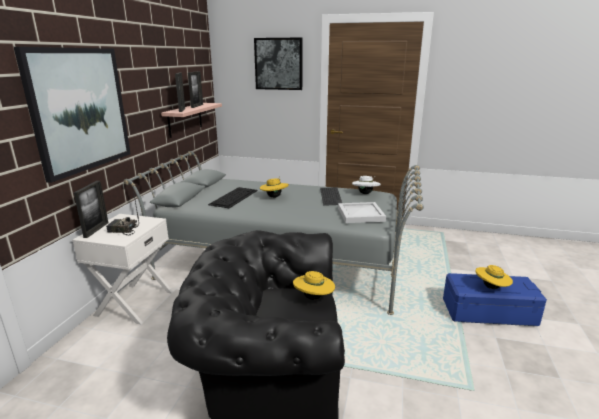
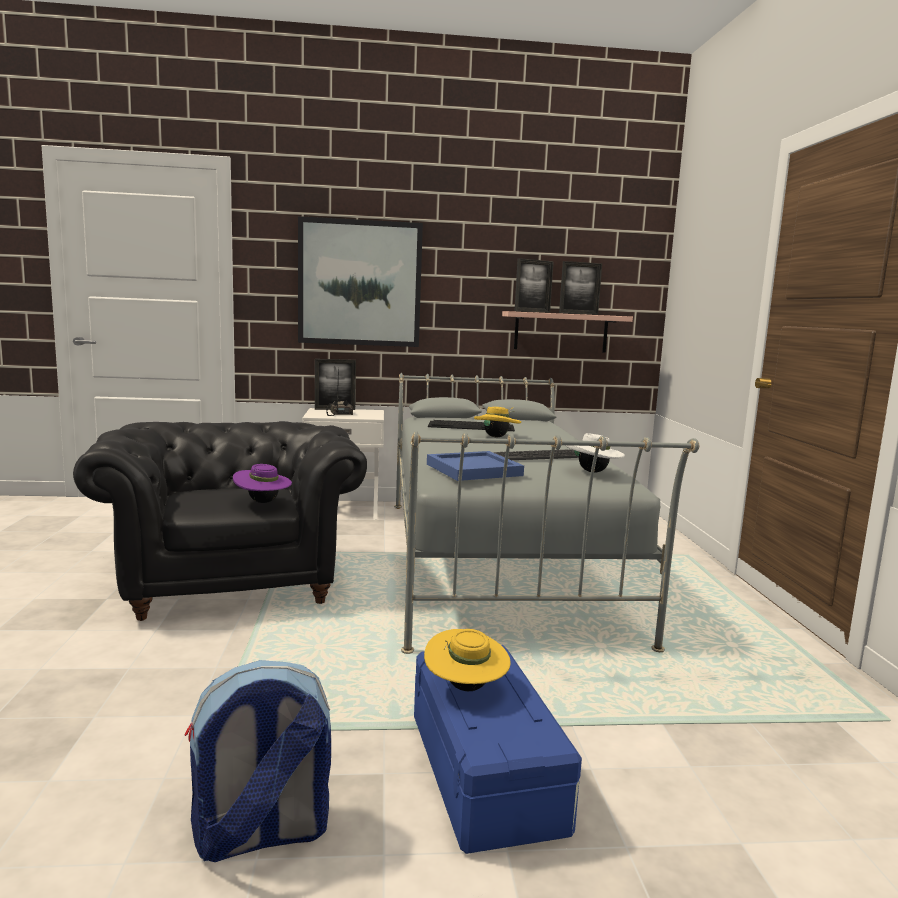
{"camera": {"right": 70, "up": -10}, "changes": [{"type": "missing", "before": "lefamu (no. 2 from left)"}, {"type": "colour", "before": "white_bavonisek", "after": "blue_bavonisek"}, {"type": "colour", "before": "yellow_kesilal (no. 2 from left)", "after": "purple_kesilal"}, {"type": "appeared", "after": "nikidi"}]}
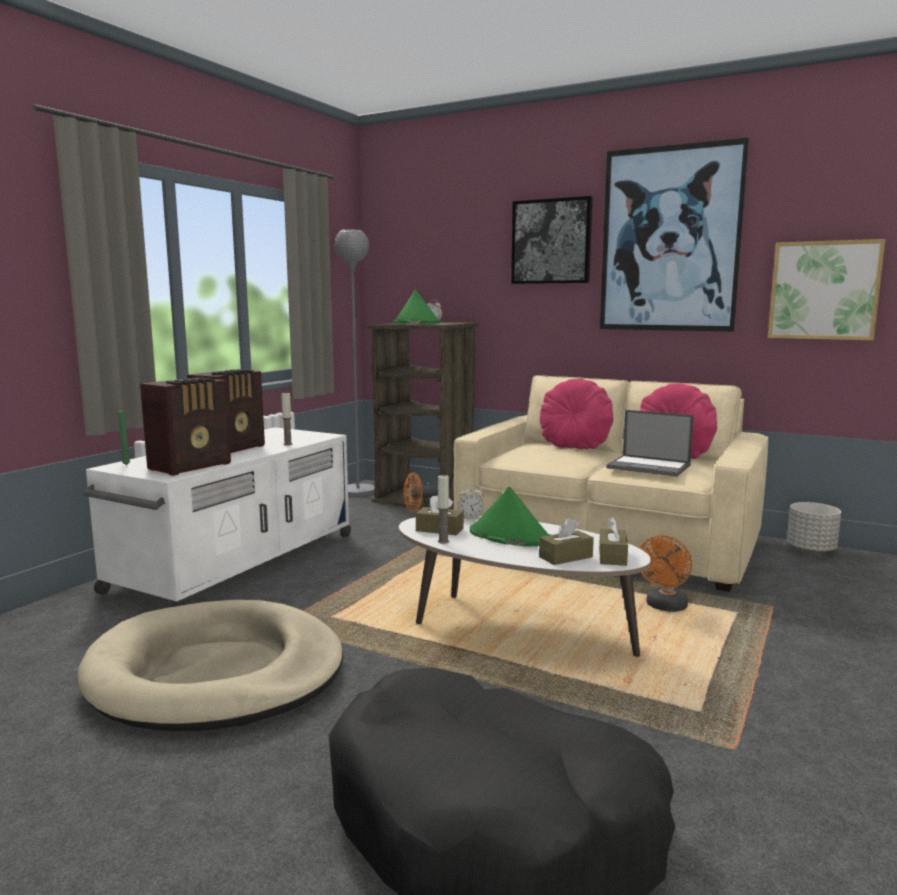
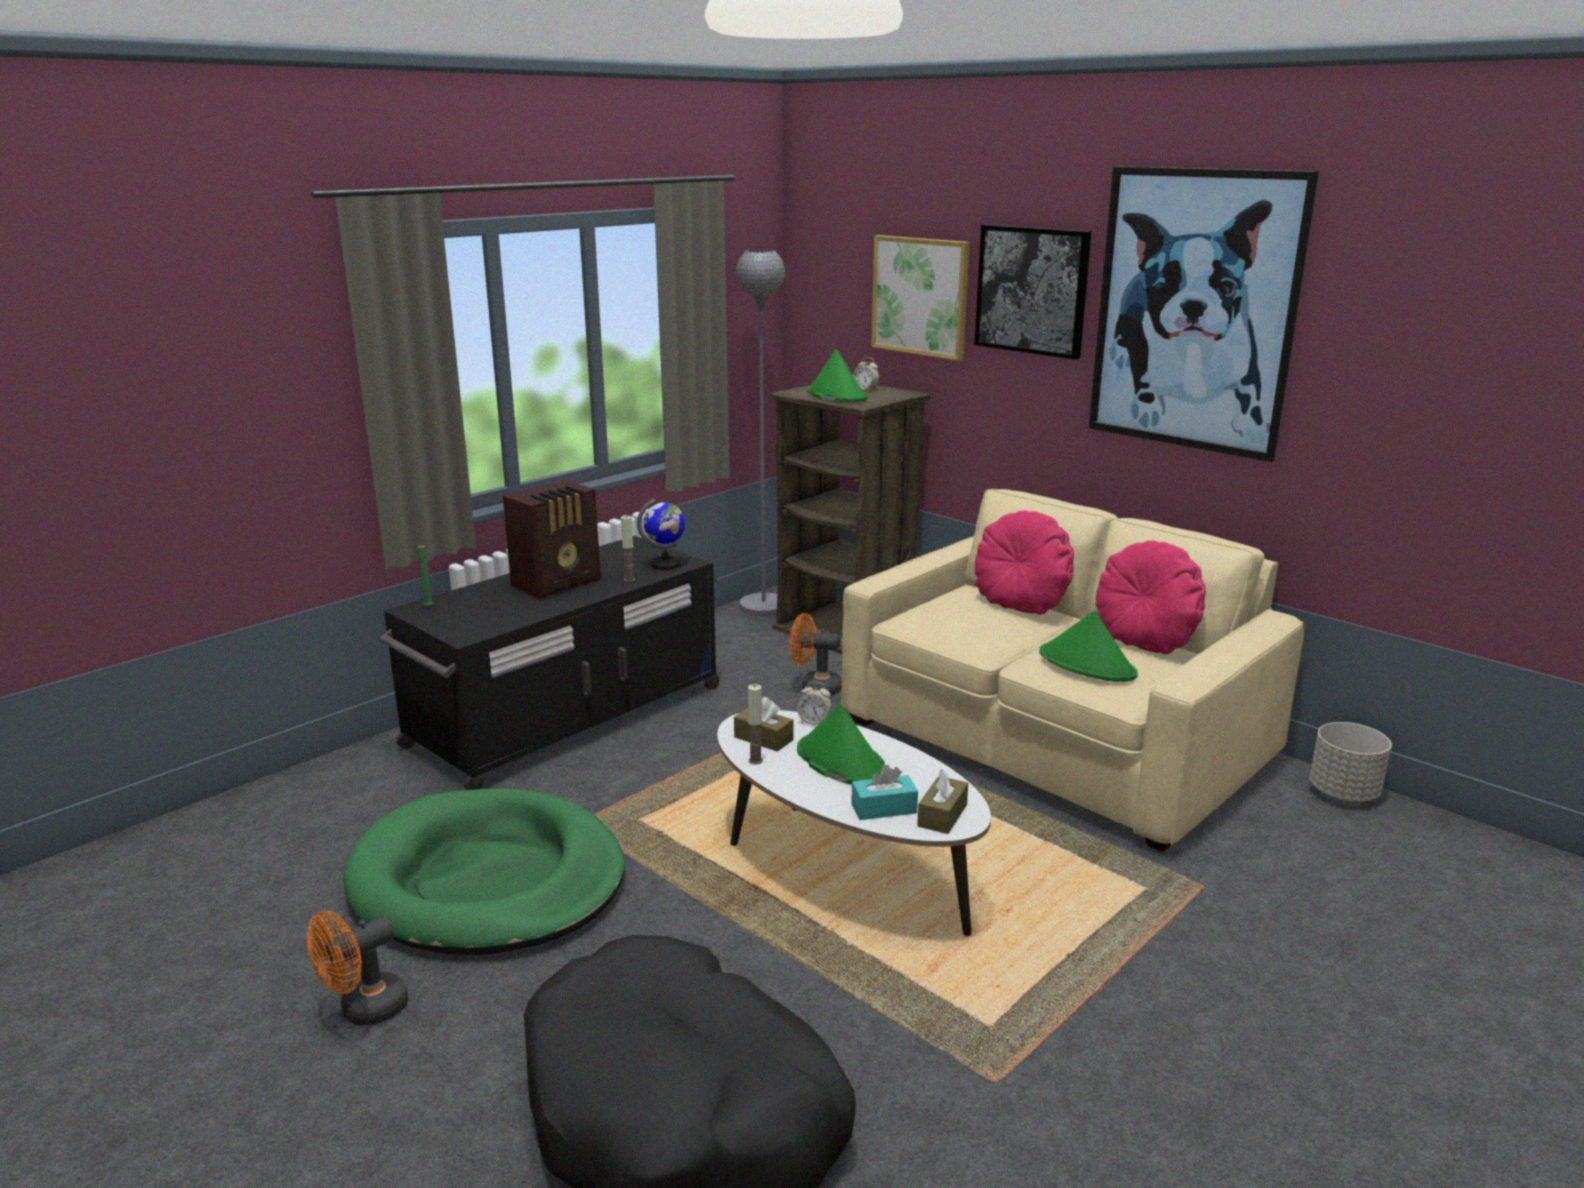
{"camera": {"right": 15, "up": 10}, "changes": [{"type": "relocated", "before": "lefamu (no. 3 from left in the first image)", "after": "lefamu (no. 1 from left)"}, {"type": "missing", "before": "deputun (no. 1 from left)"}, {"type": "exchanged", "before": "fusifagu", "after": "green_kesilal (no. 3 from left)"}, {"type": "colour", "before": "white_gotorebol", "after": "black_gotorebol"}, {"type": "colour", "before": "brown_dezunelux (no. 2 from left)", "after": "turquoise_dezunelux"}, {"type": "relocated", "before": "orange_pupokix (no. 2 from left in the first image)", "after": "orange_pupokix (no. 1 from left)"}, {"type": "colour", "before": "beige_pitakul", "after": "green_pitakul"}, {"type": "appeared", "after": "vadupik"}]}
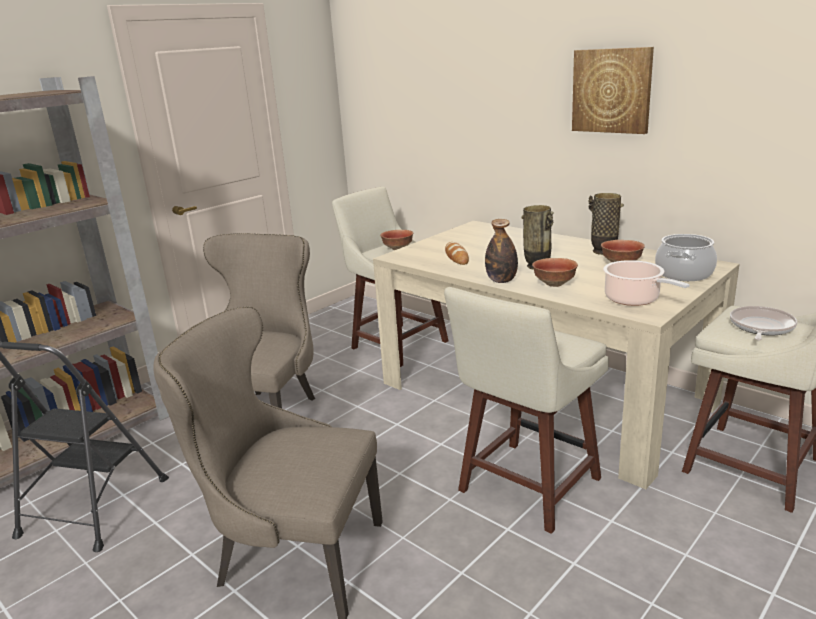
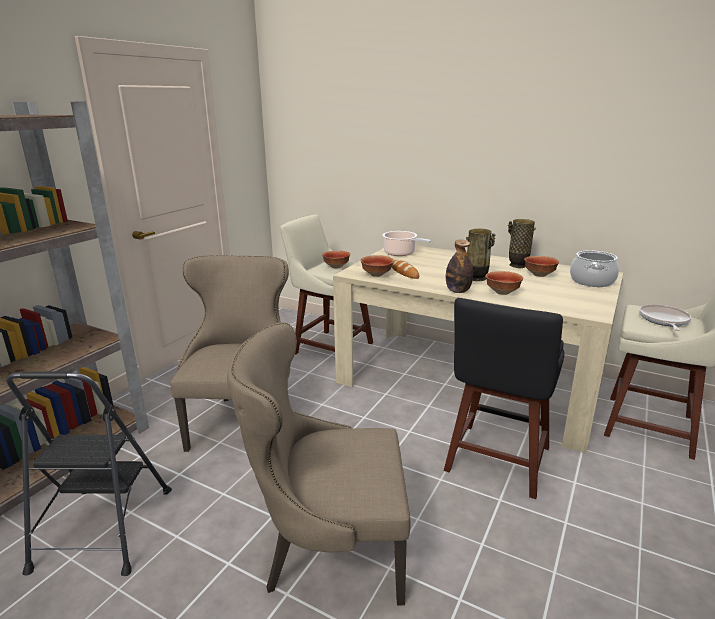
{"camera": {"right": -15, "up": 0}, "changes": [{"type": "missing", "before": "lefamu"}, {"type": "relocated", "before": "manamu (no. 1 from left)"}, {"type": "colour", "before": "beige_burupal (no. 2 from left)", "after": "black_burupal"}, {"type": "appeared", "after": "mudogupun (no. 2 from left)"}]}
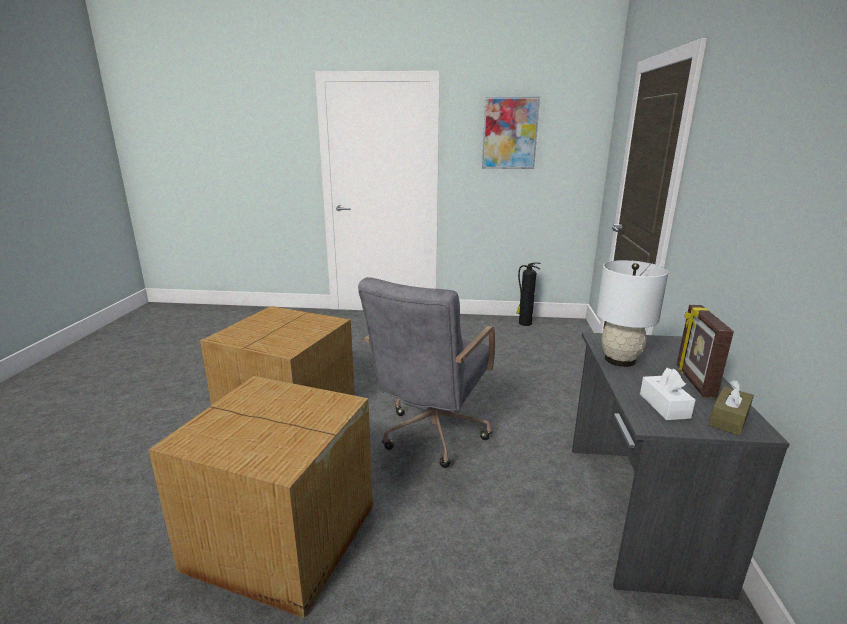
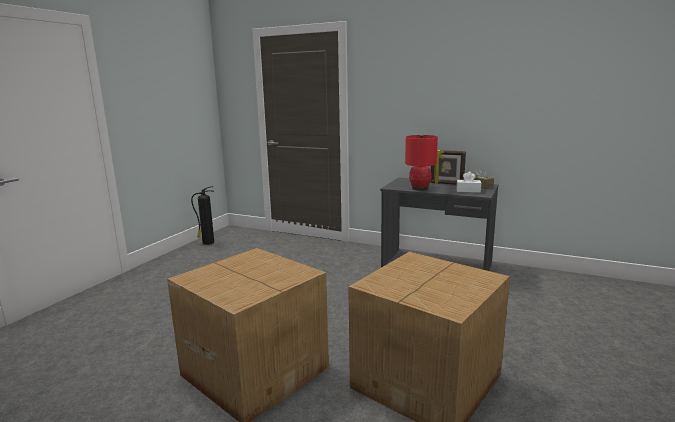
{"camera": {"right": -70, "up": -5}, "changes": [{"type": "missing", "before": "lefamu"}, {"type": "colour", "before": "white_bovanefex", "after": "red_bovanefex"}, {"type": "missing", "before": "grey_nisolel"}]}
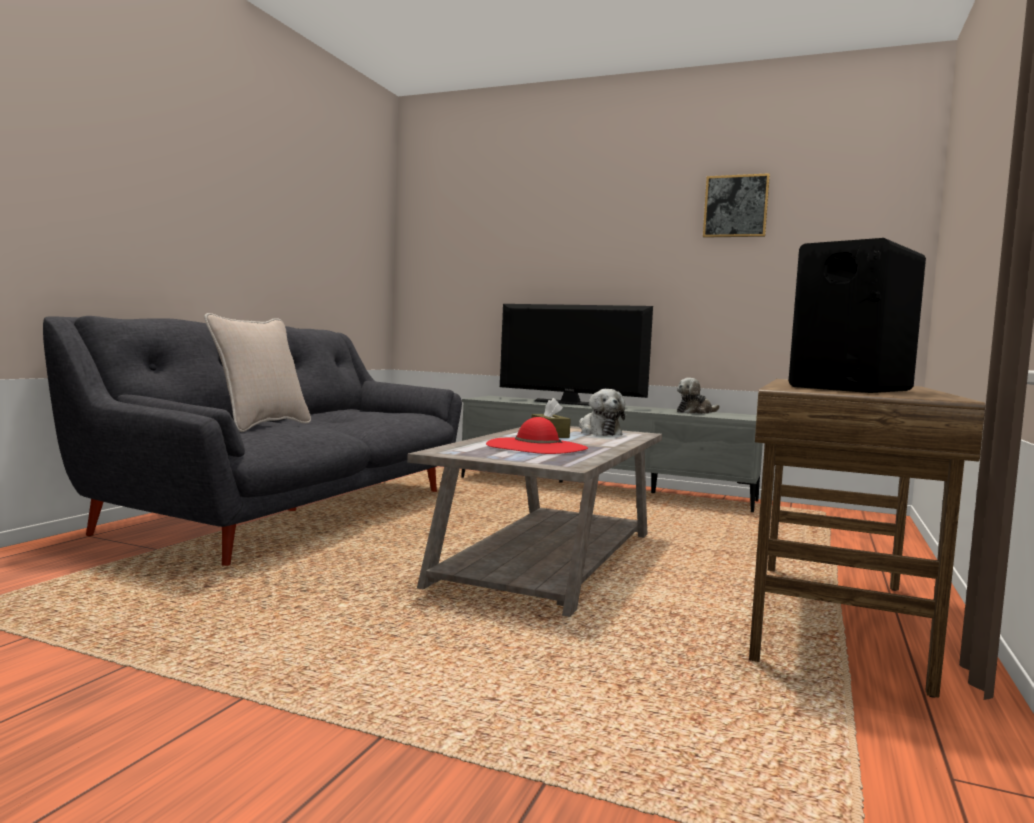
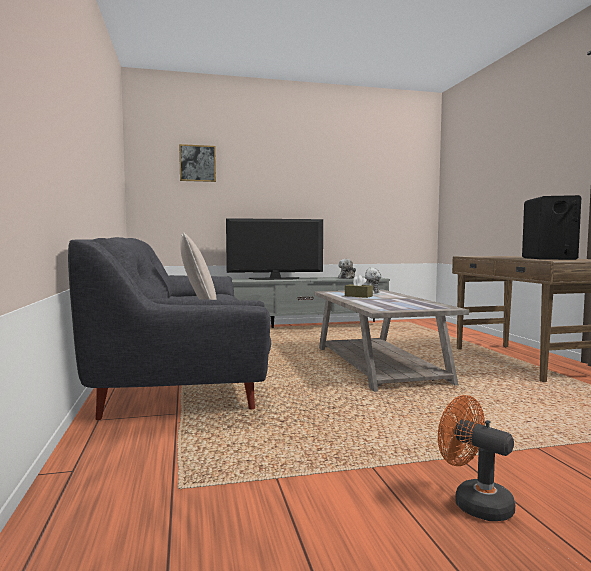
{"camera": {"right": -35, "up": 0}, "changes": [{"type": "relocated", "before": "lefamu"}, {"type": "missing", "before": "red_kesilal"}, {"type": "appeared", "after": "orange_pupokix"}]}
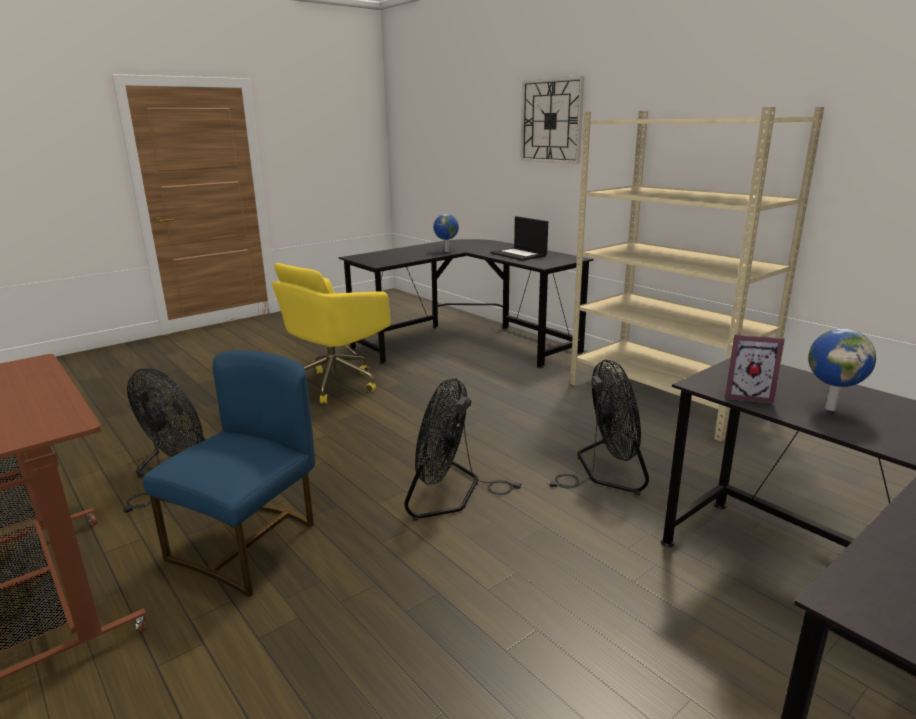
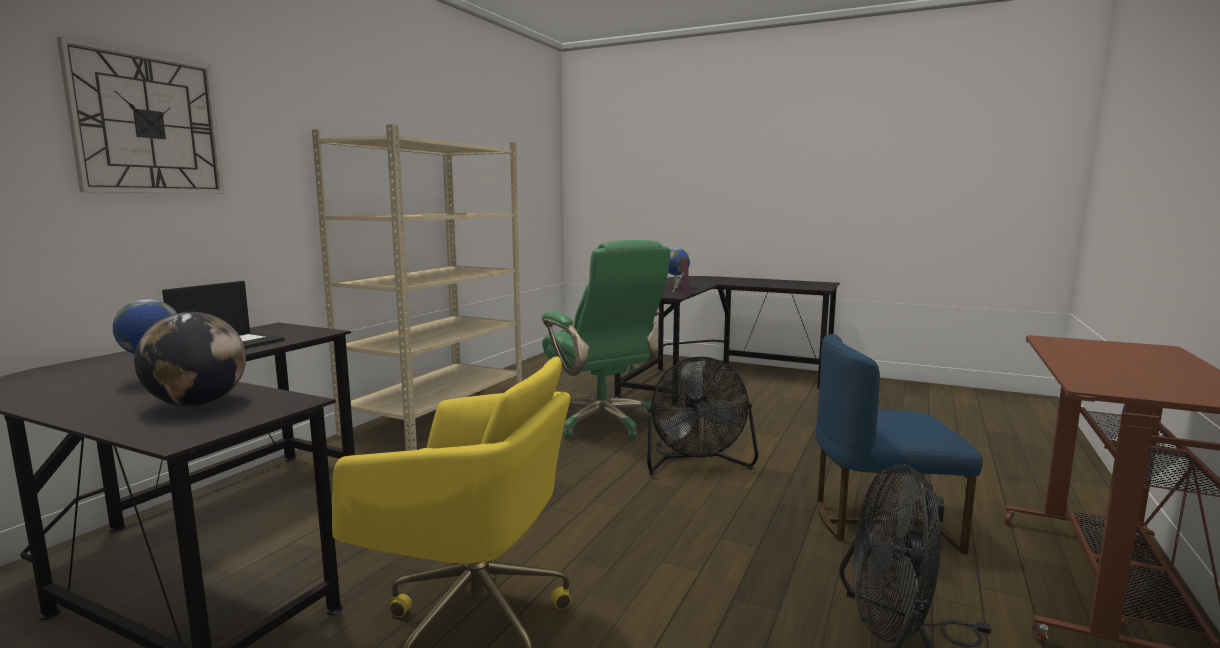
{"camera": {"right": -115, "up": -10}, "changes": [{"type": "exchanged", "before": "black_pupokix (no. 3 from left)", "after": "green_nisolel"}, {"type": "appeared", "after": "vadupik (no. 2 from left)"}]}
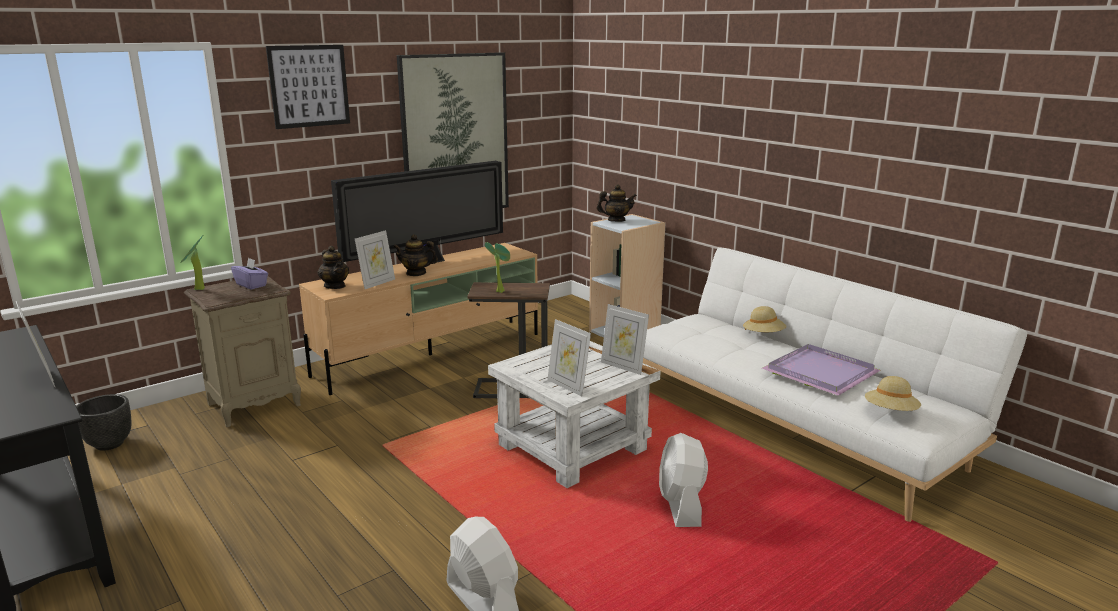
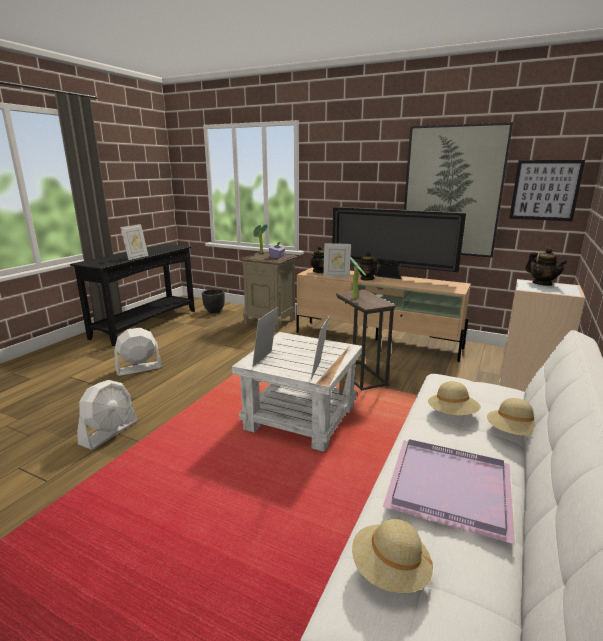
{"camera": {"right": 65, "up": 0}, "changes": [{"type": "relocated", "before": "lefamu (no. 1 from left in the first image)", "after": "lefamu (no. 2 from left)"}, {"type": "relocated", "before": "white_pupokix (no. 2 from left)"}, {"type": "appeared", "after": "beige_kesilal (no. 2 from left)"}]}
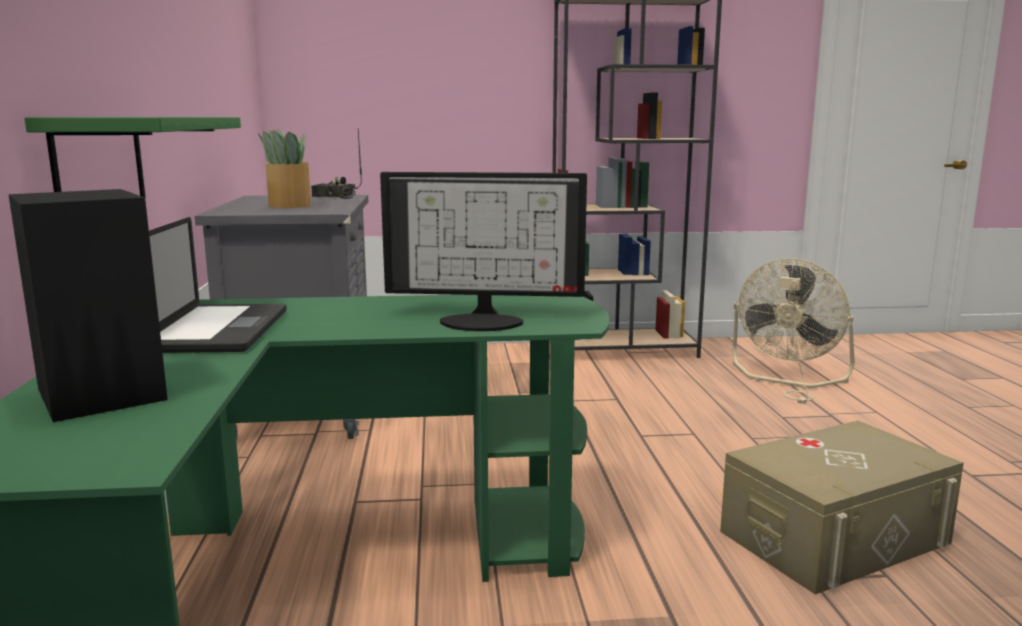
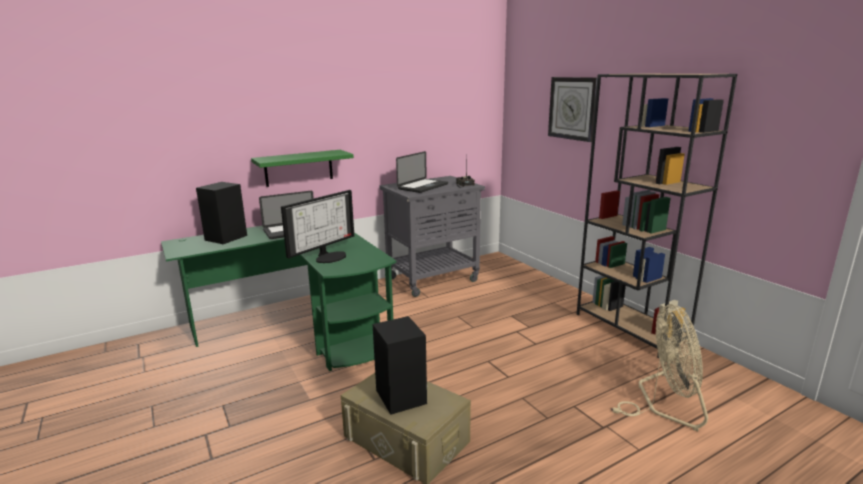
{"camera": {"right": 65, "up": 5}, "changes": [{"type": "exchanged", "before": "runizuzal", "after": "fusifagu (no. 2 from left)"}, {"type": "spun", "before": "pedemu", "turn": -120}, {"type": "appeared", "after": "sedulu"}, {"type": "appeared", "after": "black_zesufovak (no. 2 from left)"}]}
